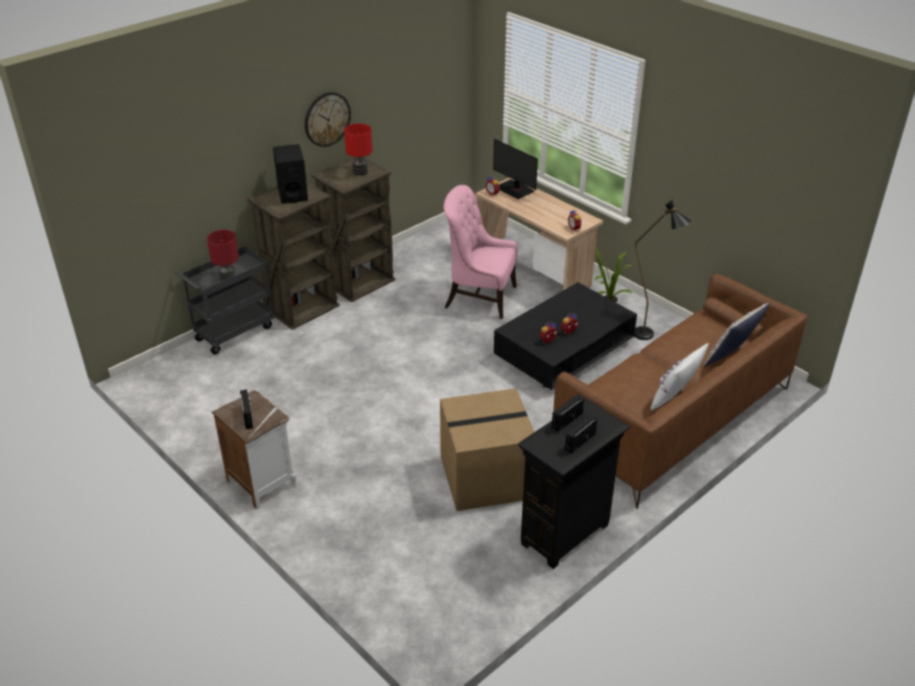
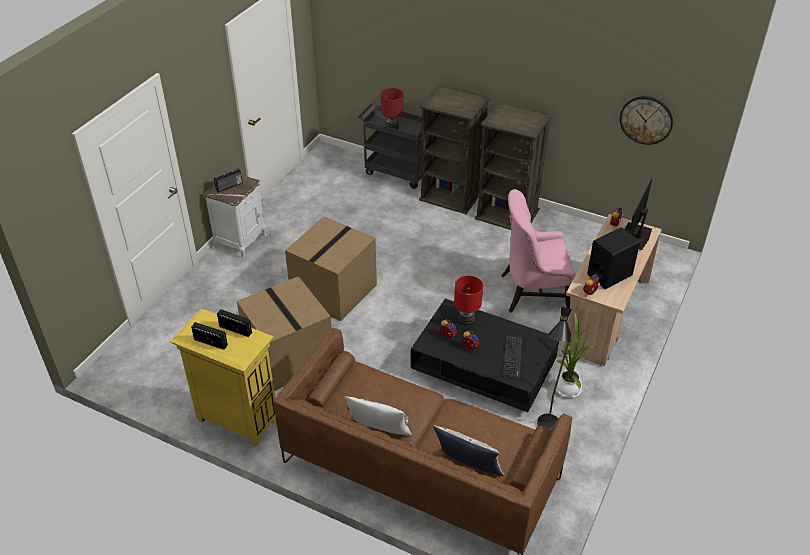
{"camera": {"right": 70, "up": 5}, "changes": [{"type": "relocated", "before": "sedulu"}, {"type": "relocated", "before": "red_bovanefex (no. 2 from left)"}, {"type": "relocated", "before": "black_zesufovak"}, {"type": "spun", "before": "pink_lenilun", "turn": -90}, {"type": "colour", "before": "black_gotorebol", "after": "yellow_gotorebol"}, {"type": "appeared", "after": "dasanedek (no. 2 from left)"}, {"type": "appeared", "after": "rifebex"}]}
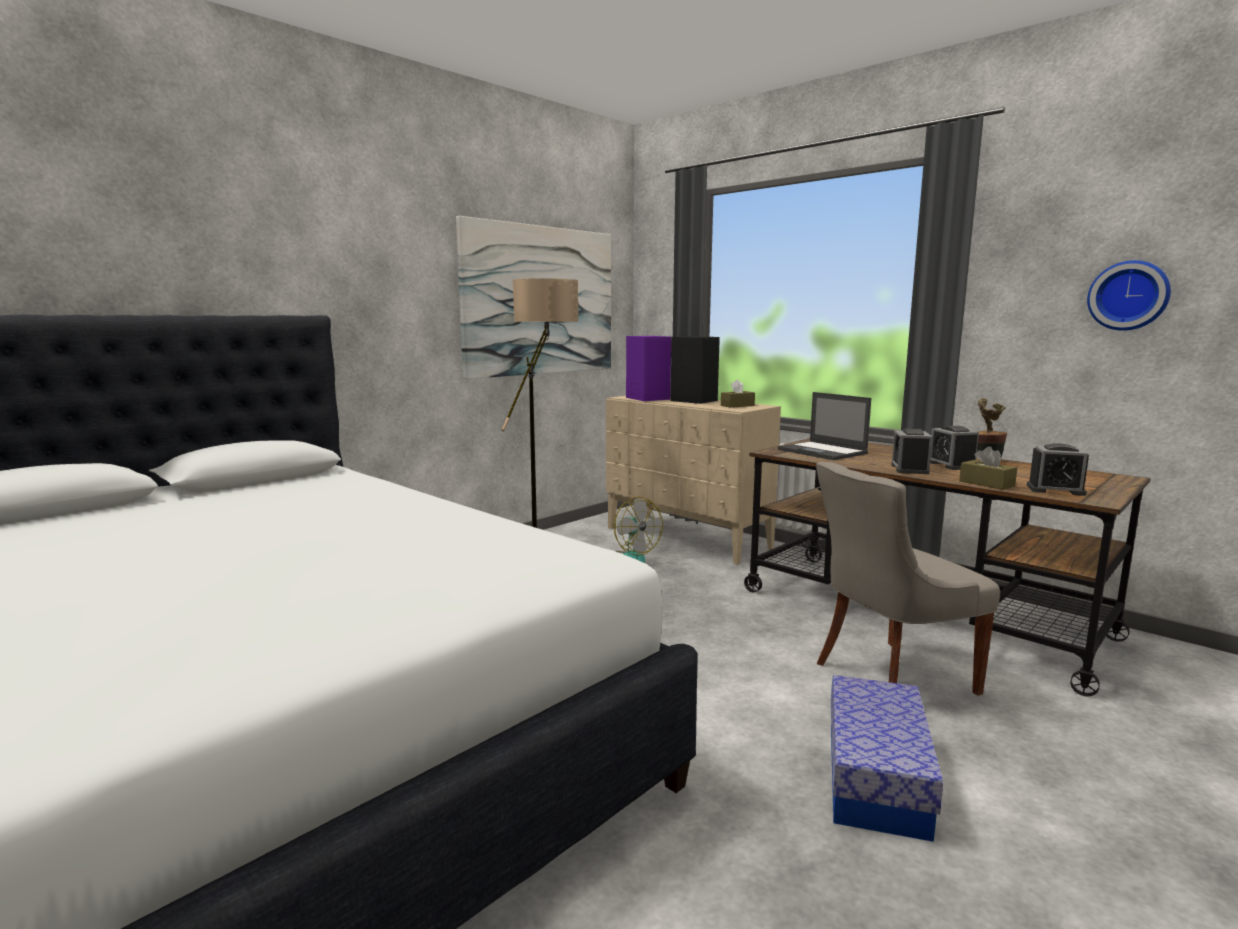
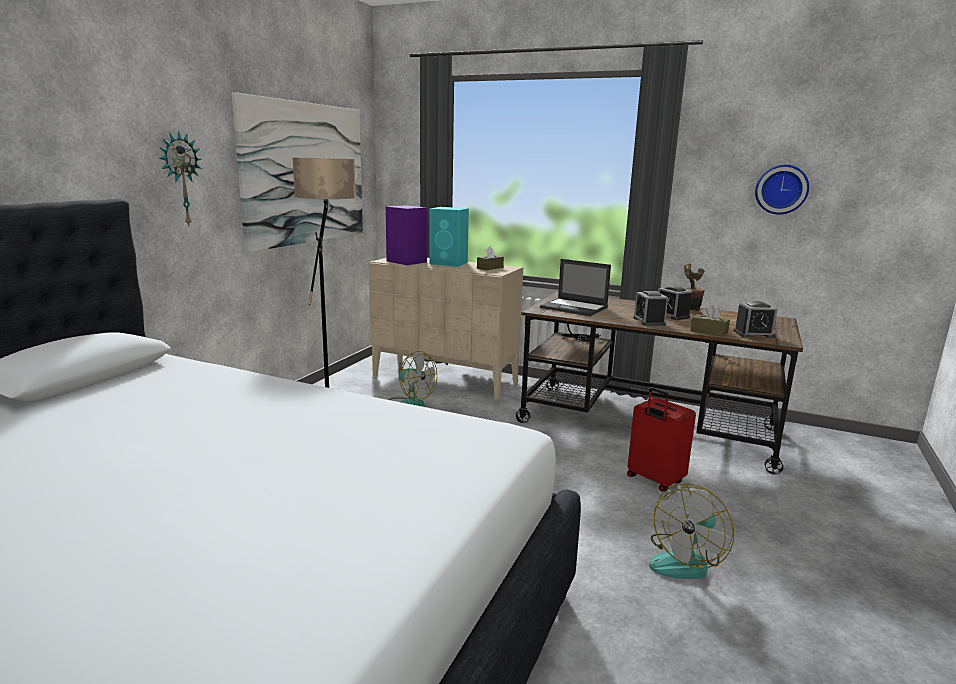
{"camera": {"right": -20, "up": 5}, "changes": [{"type": "colour", "before": "black_zesufovak", "after": "turquoise_zesufovak"}, {"type": "exchanged", "before": "grey_lenilun", "after": "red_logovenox"}, {"type": "exchanged", "before": "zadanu", "after": "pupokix (no. 2 from left)"}, {"type": "appeared", "after": "sedulu (no. 1 from left)"}]}
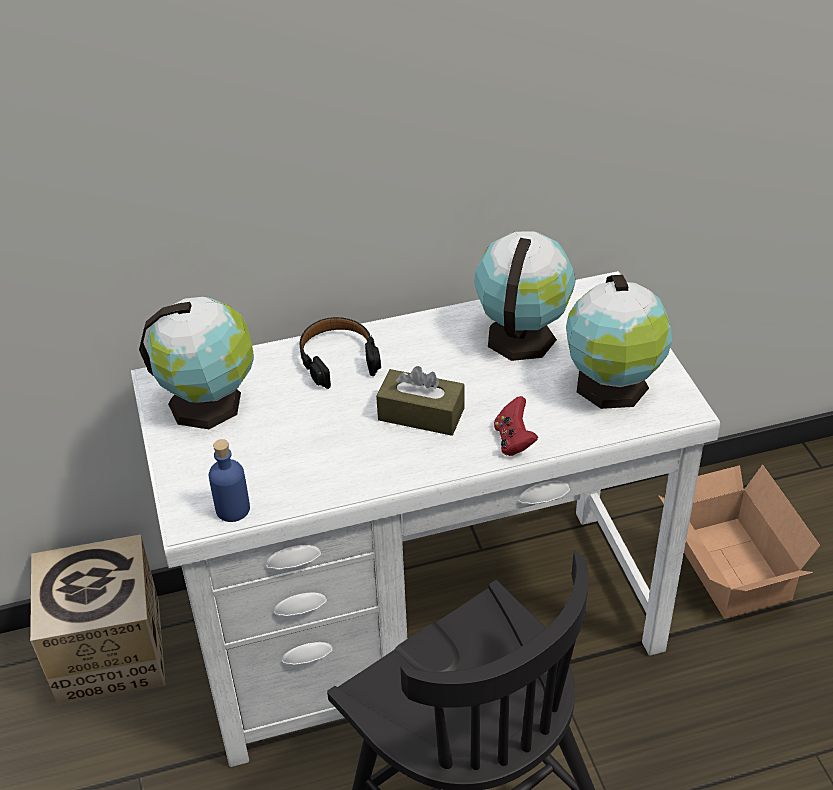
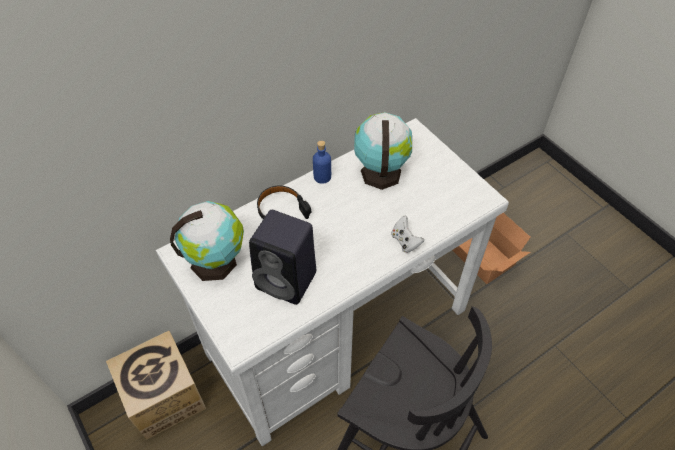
{"camera": {"right": -20, "up": 10}, "changes": [{"type": "missing", "before": "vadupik (no. 3 from left)"}, {"type": "missing", "before": "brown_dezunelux"}, {"type": "colour", "before": "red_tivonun", "after": "white_tivonun"}, {"type": "relocated", "before": "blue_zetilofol"}, {"type": "appeared", "after": "black_zesufovak"}]}
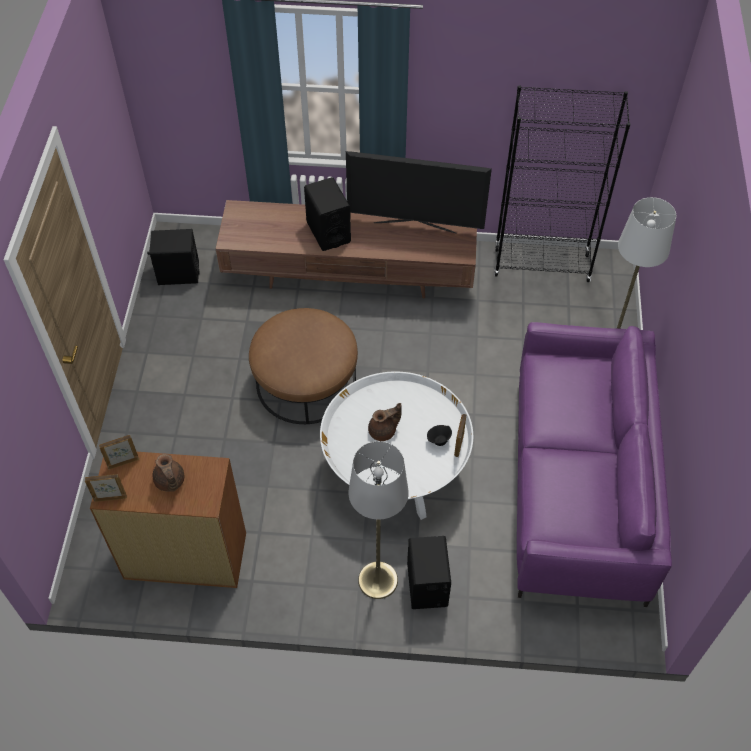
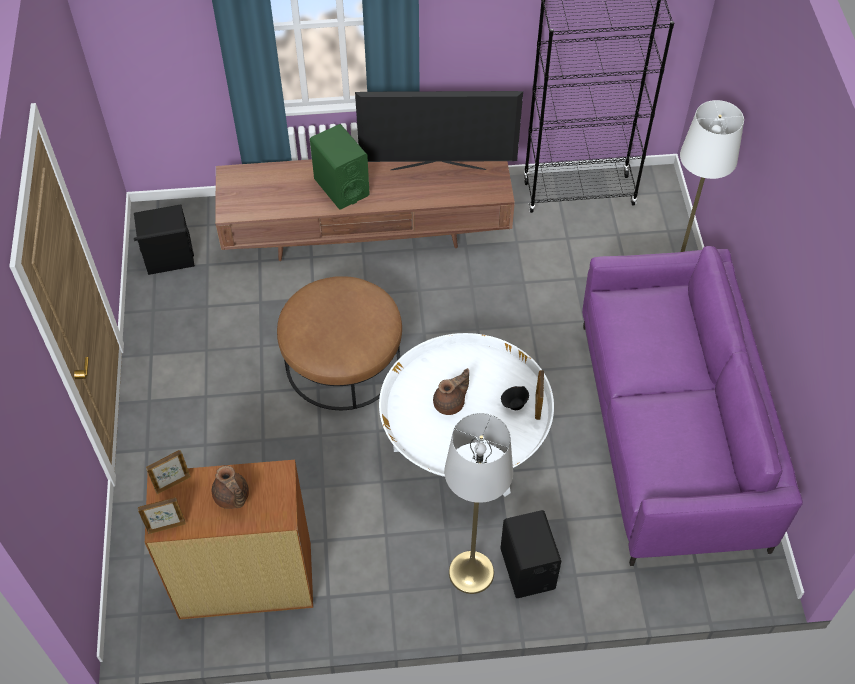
{"camera": {"right": -10, "up": 0}, "changes": [{"type": "colour", "before": "black_zesufovak (no. 2 from left)", "after": "green_zesufovak"}]}
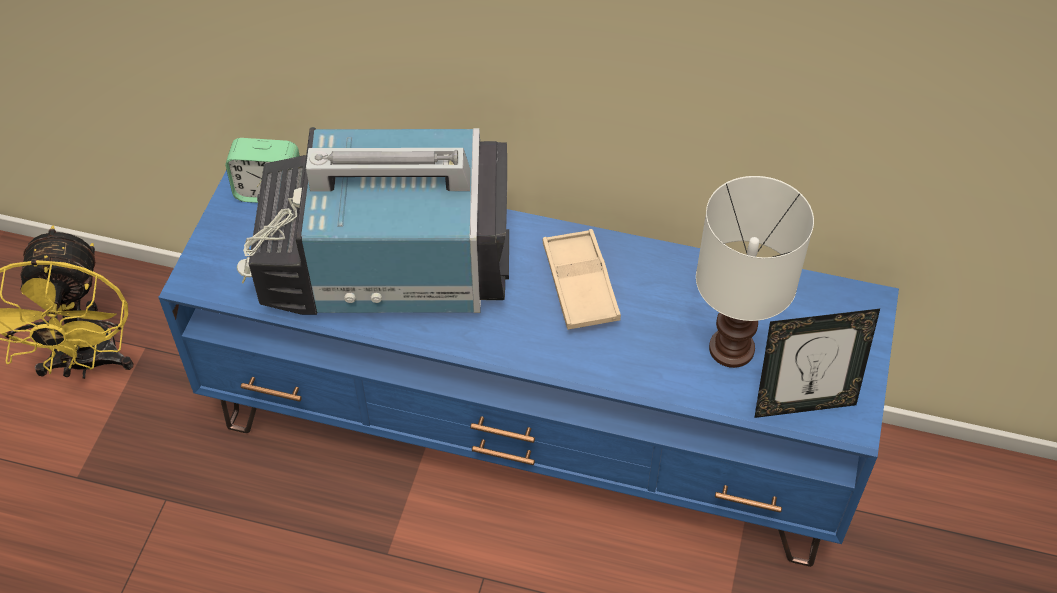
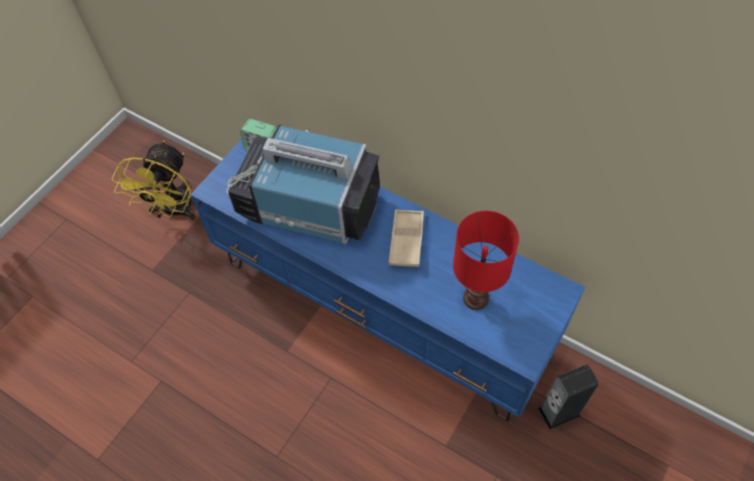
{"camera": {"right": 20, "up": 5}, "changes": [{"type": "colour", "before": "white_bovanefex", "after": "red_bovanefex"}, {"type": "missing", "before": "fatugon"}, {"type": "appeared", "after": "zesufovak"}]}
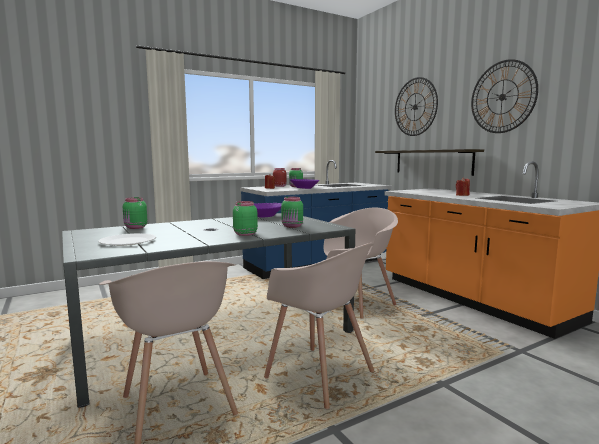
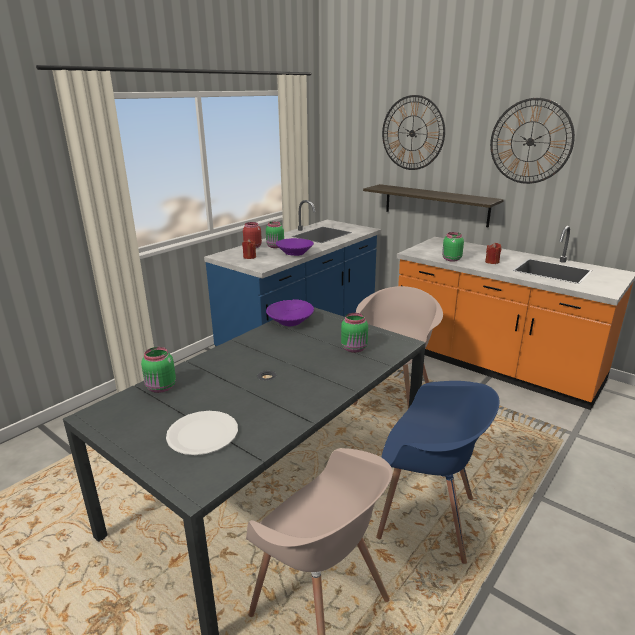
{"camera": {"right": -20, "up": 15}, "changes": [{"type": "relocated", "before": "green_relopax (no. 2 from left in the first image)", "after": "green_relopax (no. 4 from left)"}, {"type": "colour", "before": "beige_lenilun (no. 2 from left)", "after": "blue_lenilun"}]}
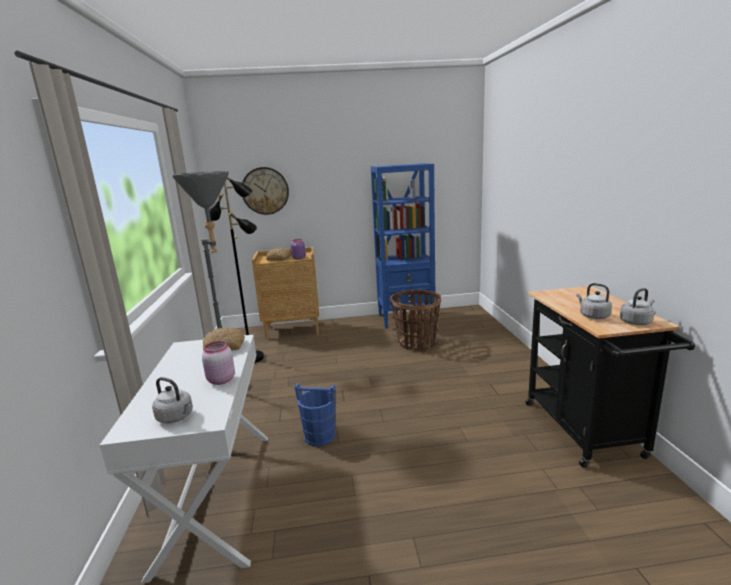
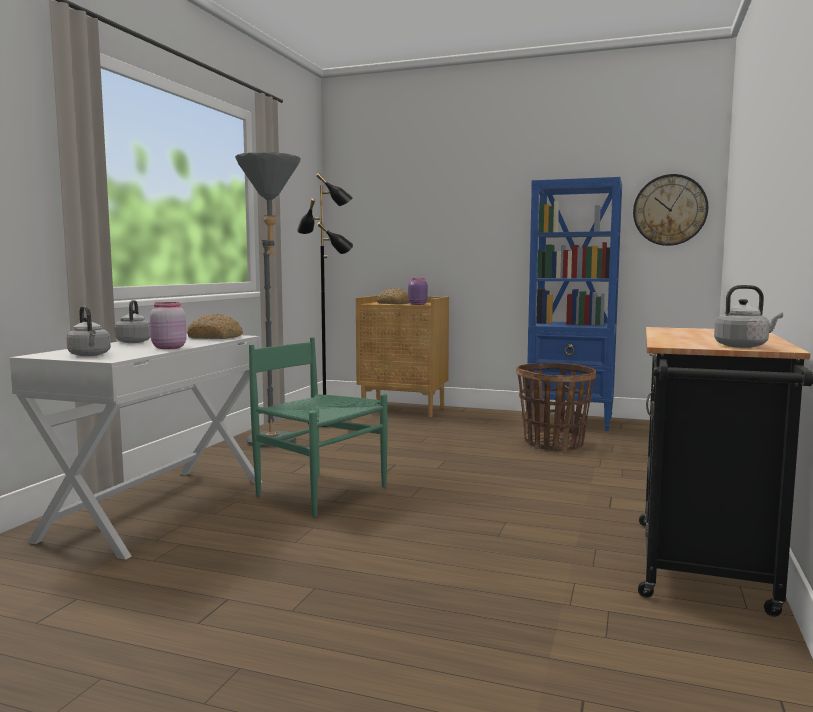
{"camera": {"right": 25, "up": -10}, "changes": [{"type": "relocated", "before": "sedulu"}, {"type": "relocated", "before": "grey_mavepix (no. 2 from left)"}, {"type": "exchanged", "before": "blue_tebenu", "after": "green_lenilun"}]}
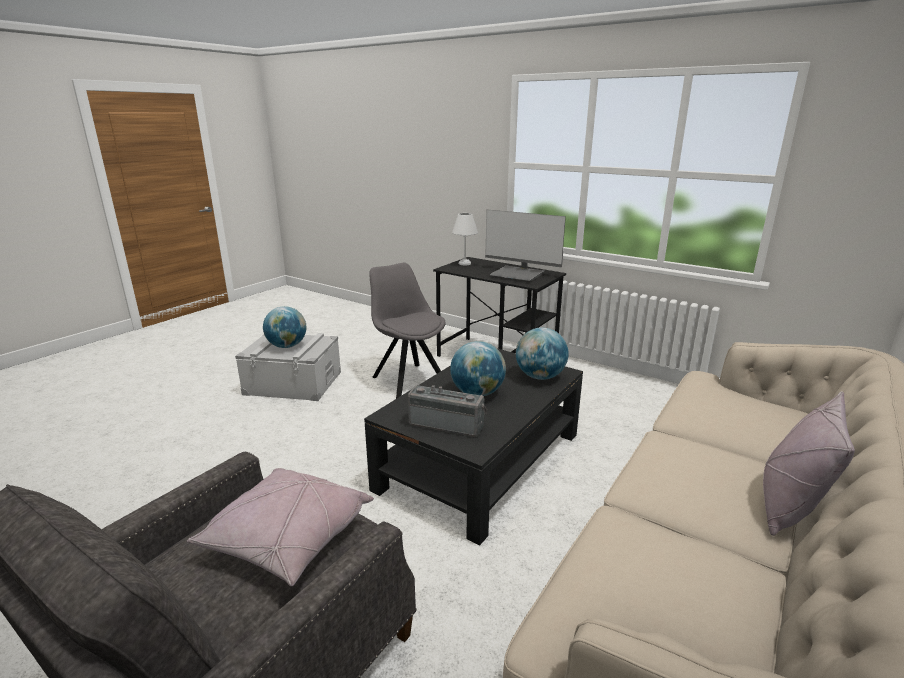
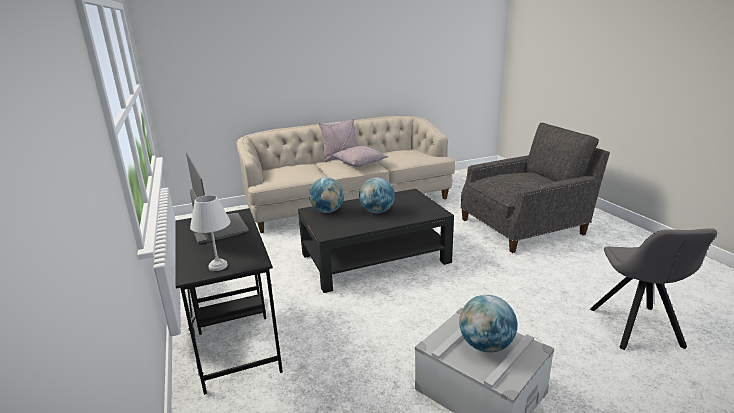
{"camera": {"right": -145, "up": 0}, "changes": [{"type": "relocated", "before": "grey_lenilun"}, {"type": "missing", "before": "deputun"}, {"type": "relocated", "before": "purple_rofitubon (no. 1 from left in the first image)", "after": "purple_rofitubon (no. 2 from left)"}]}
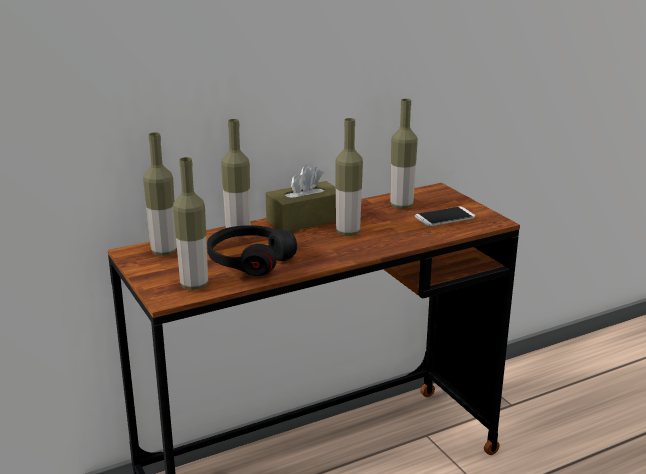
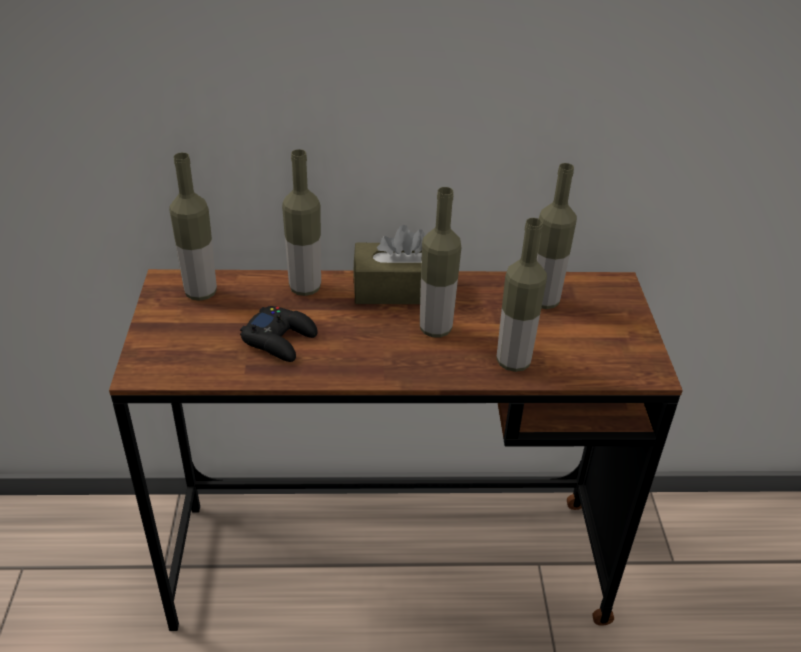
{"camera": {"right": 25, "up": 15}, "changes": [{"type": "relocated", "before": "zetilofol (no. 2 from left in the first image)", "after": "zetilofol (no. 4 from left)"}, {"type": "missing", "before": "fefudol"}, {"type": "exchanged", "before": "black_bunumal", "after": "black_tivonun"}]}
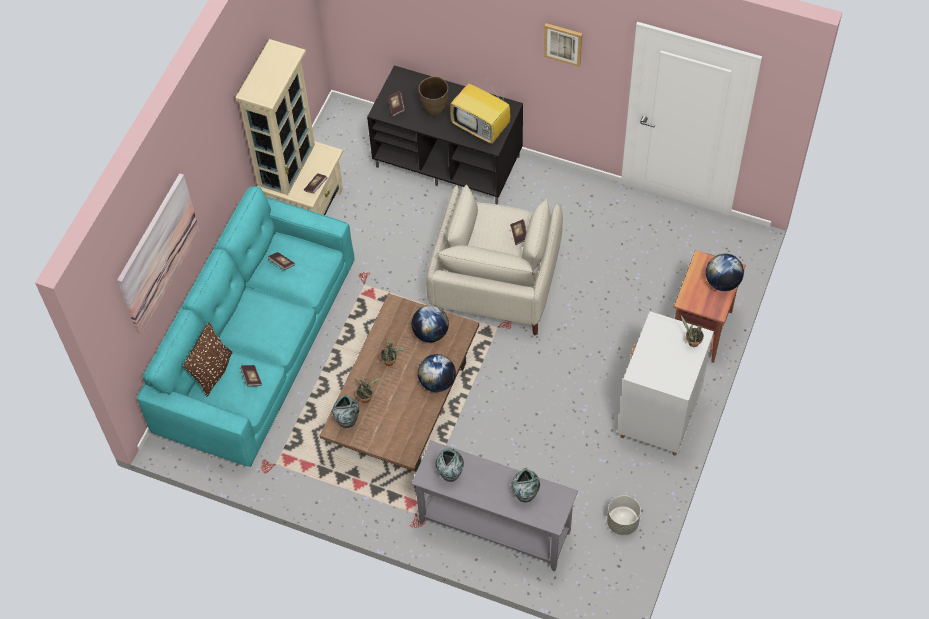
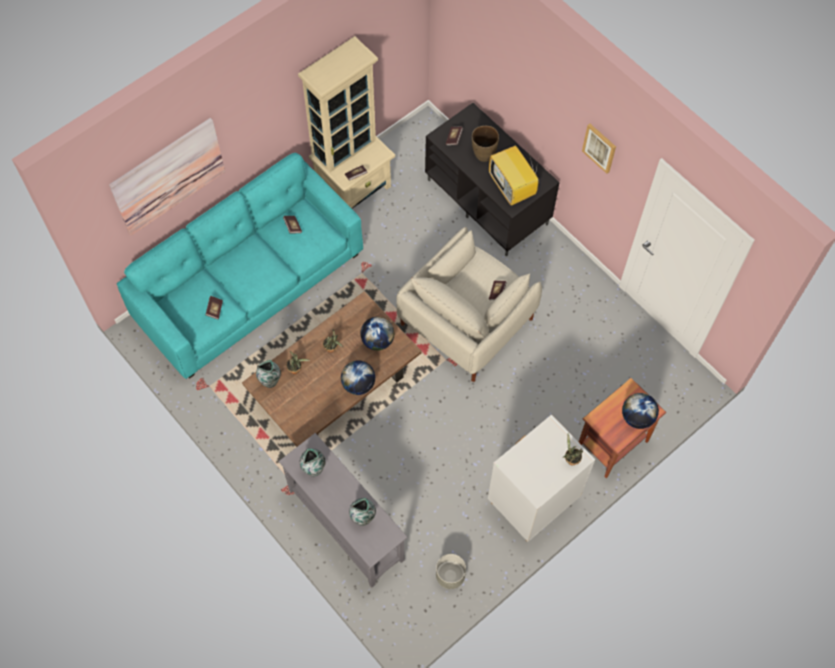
{"camera": {"right": 25, "up": 5}, "changes": [{"type": "missing", "before": "brown_rofitubon"}]}
